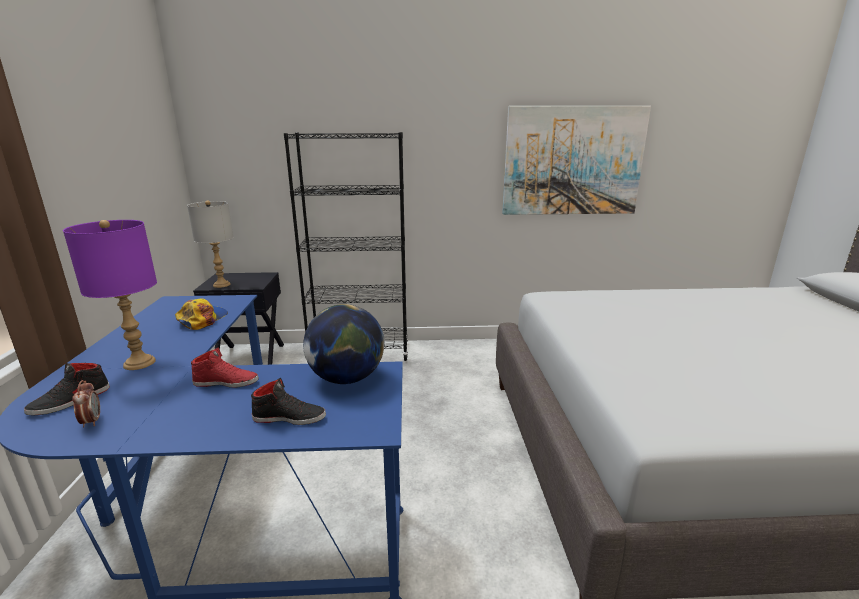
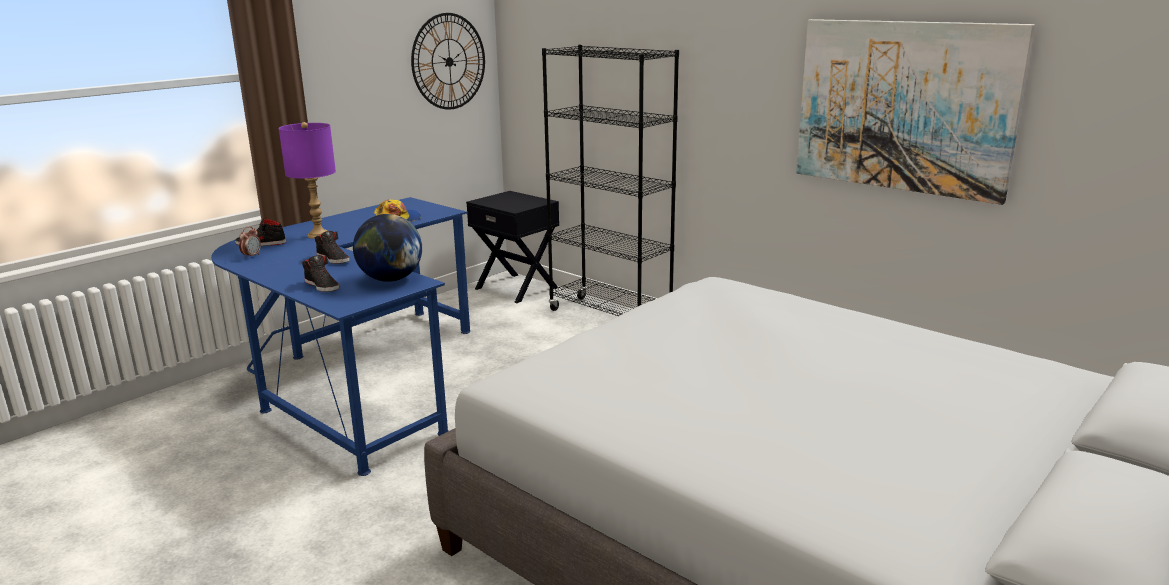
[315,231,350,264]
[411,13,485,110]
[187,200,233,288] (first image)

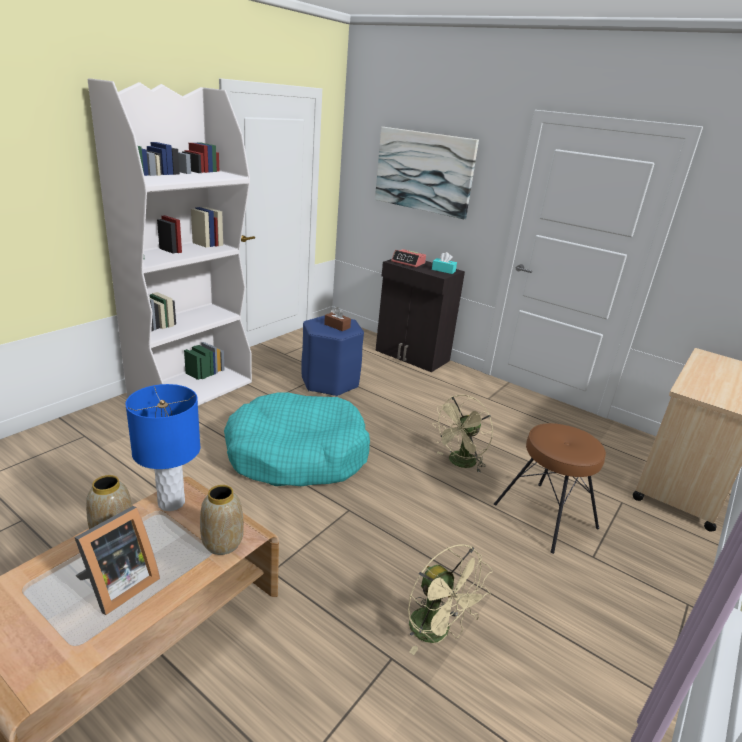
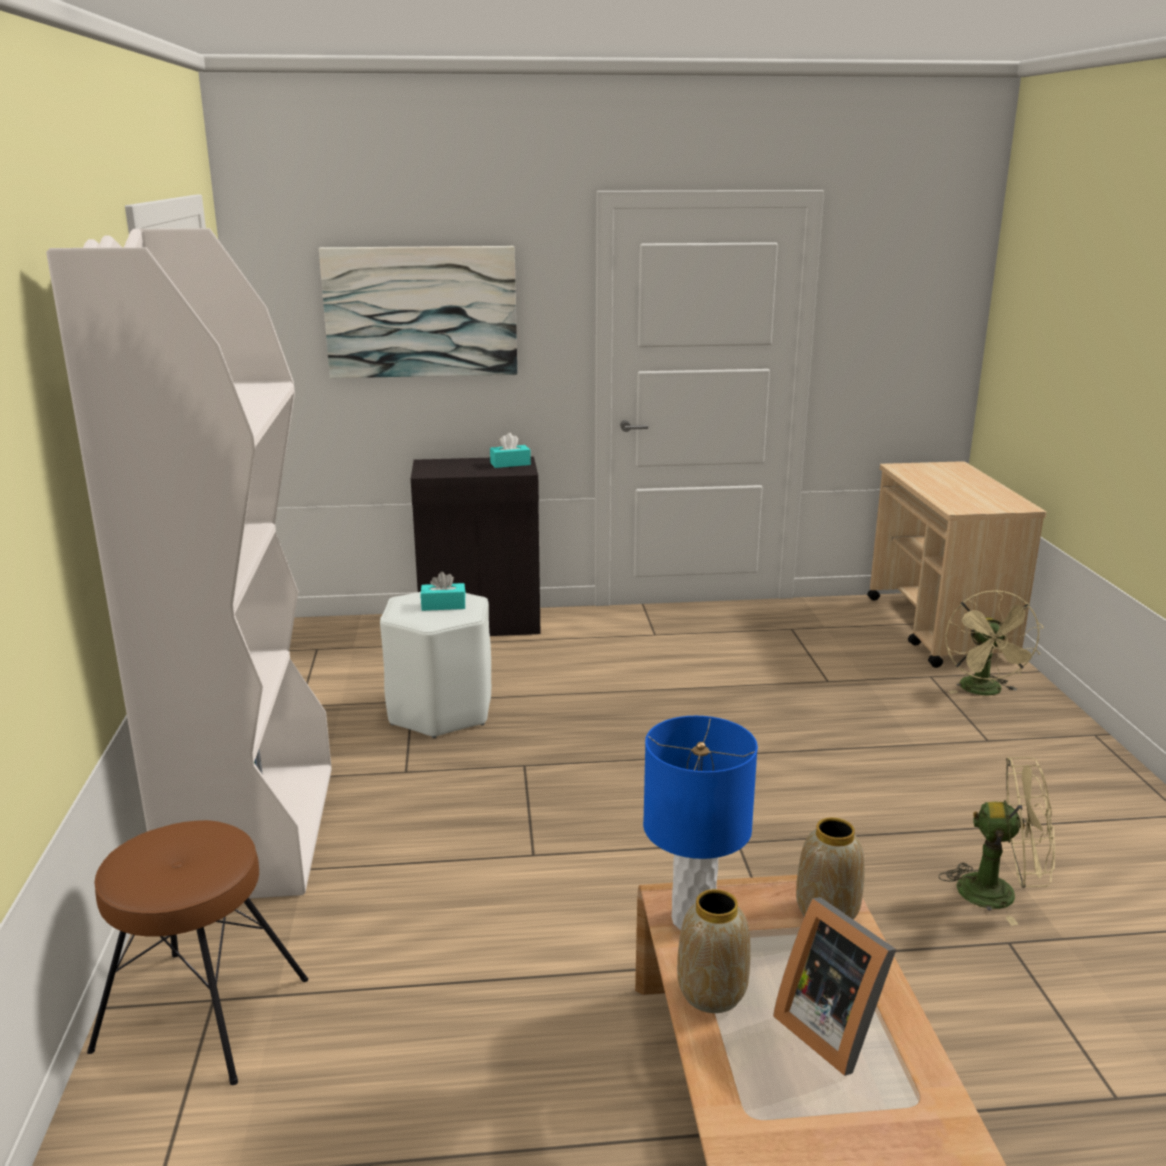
[87,820,308,1085]
[380,592,491,738]
[420,572,466,611]
[773,897,896,1076]
[945,590,1044,695]
[224,392,370,486] (first image)
[391,249,426,267] (first image)

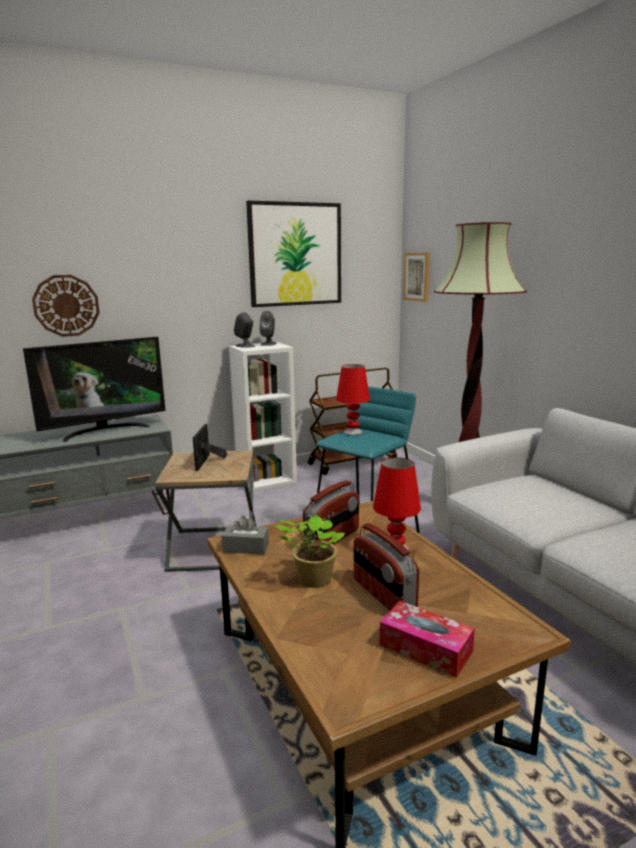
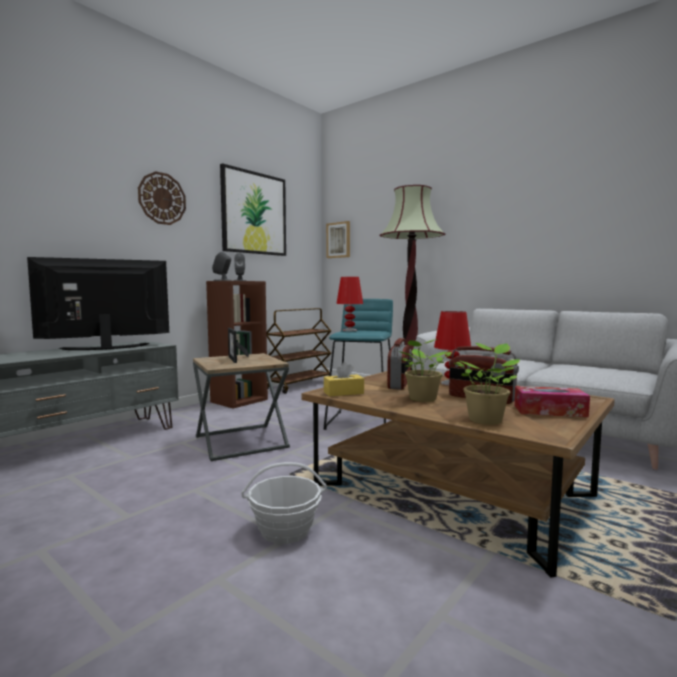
[27,257,169,350]
[138,171,186,225]
[206,281,268,408]
[241,462,327,544]
[324,362,364,396]
[454,343,520,425]

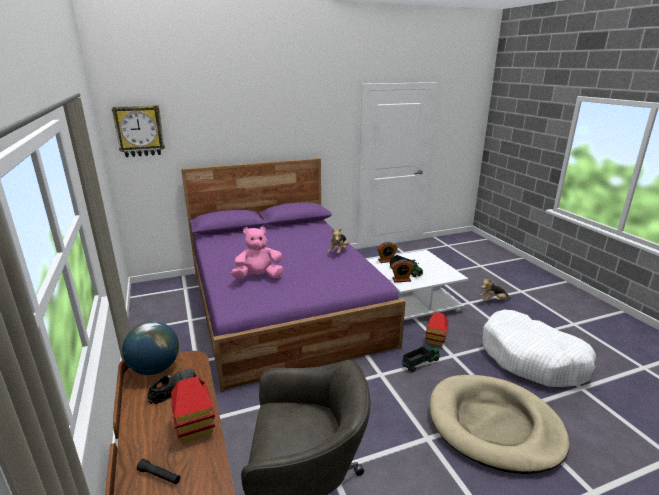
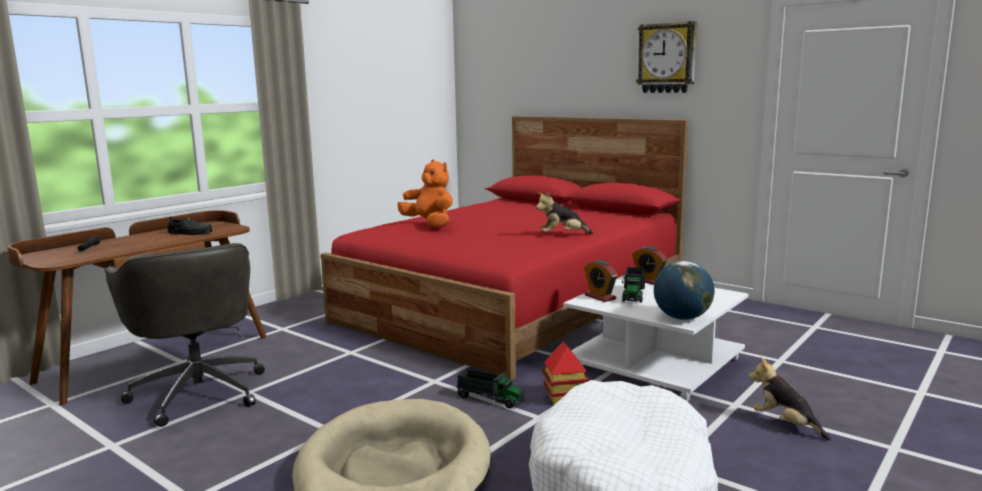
[321,116,688,380]
[397,159,453,227]
[636,21,697,93]
[654,261,715,320]
[171,376,215,443] (first image)

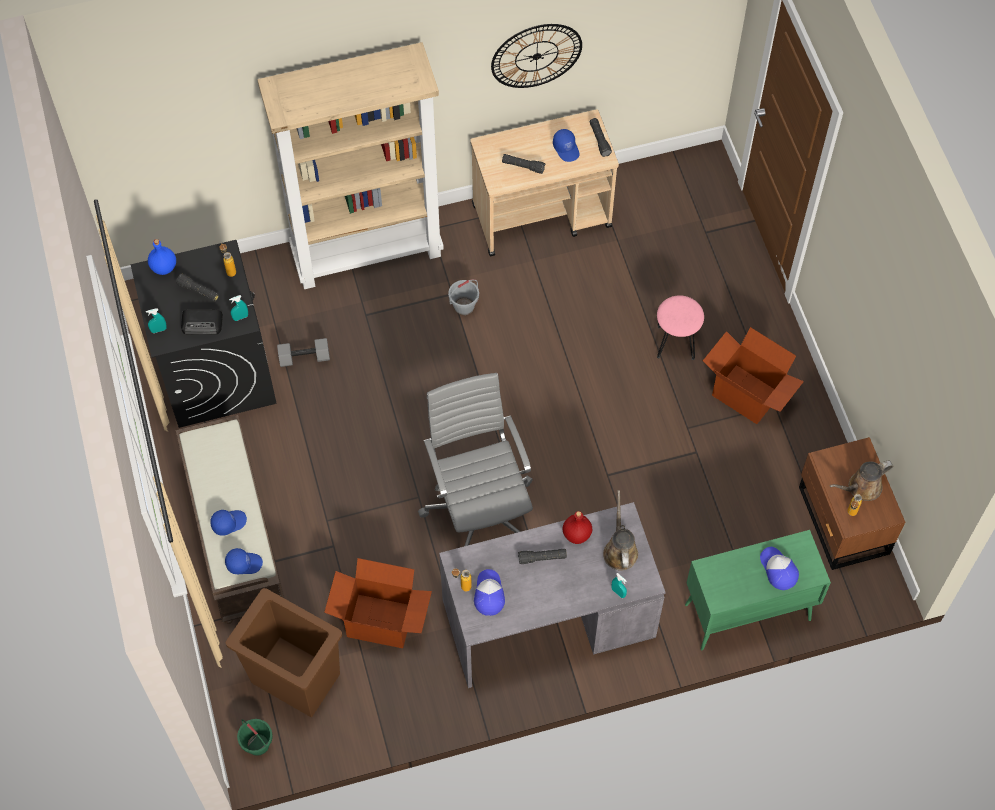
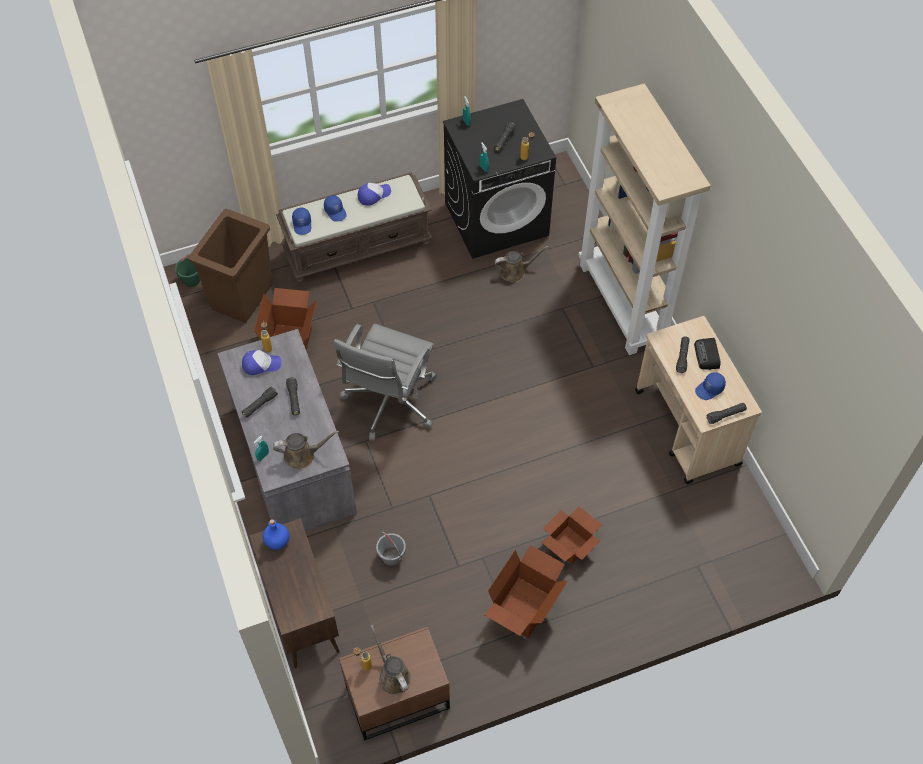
[242,387,278,418]
[250,518,340,668]
[263,519,290,550]
[334,324,437,441]
[358,183,391,206]
[376,532,406,566]
[494,246,549,283]
[541,506,602,564]
[694,338,720,370]
[491,24,582,88] (first image)
[562,511,592,544] (first image)

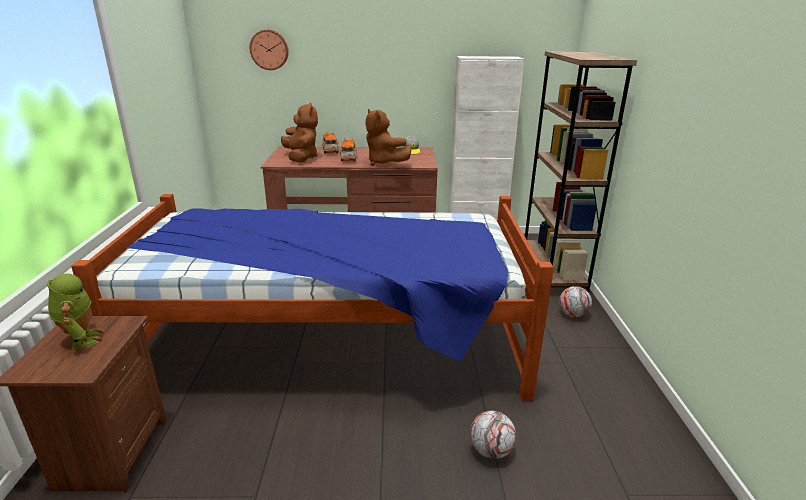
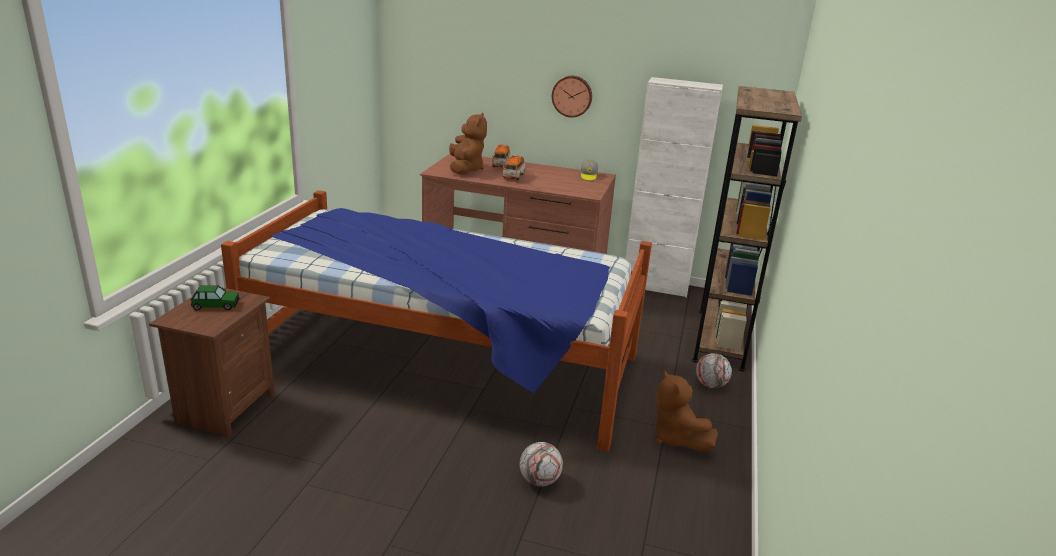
[191,286,239,310]
[552,76,592,118]
[656,371,718,452]

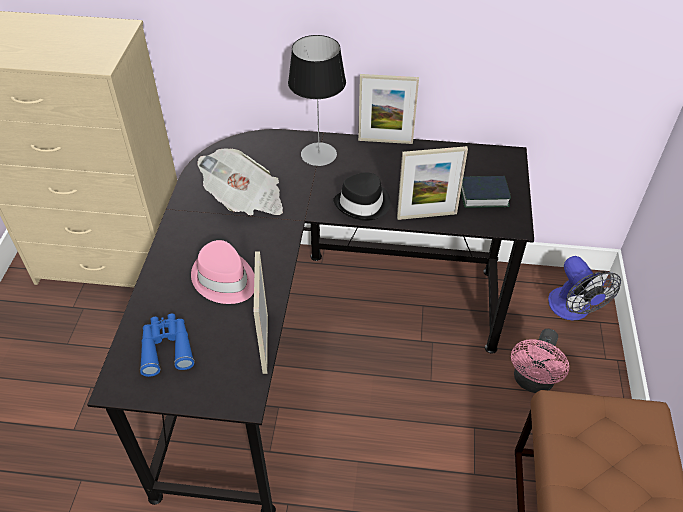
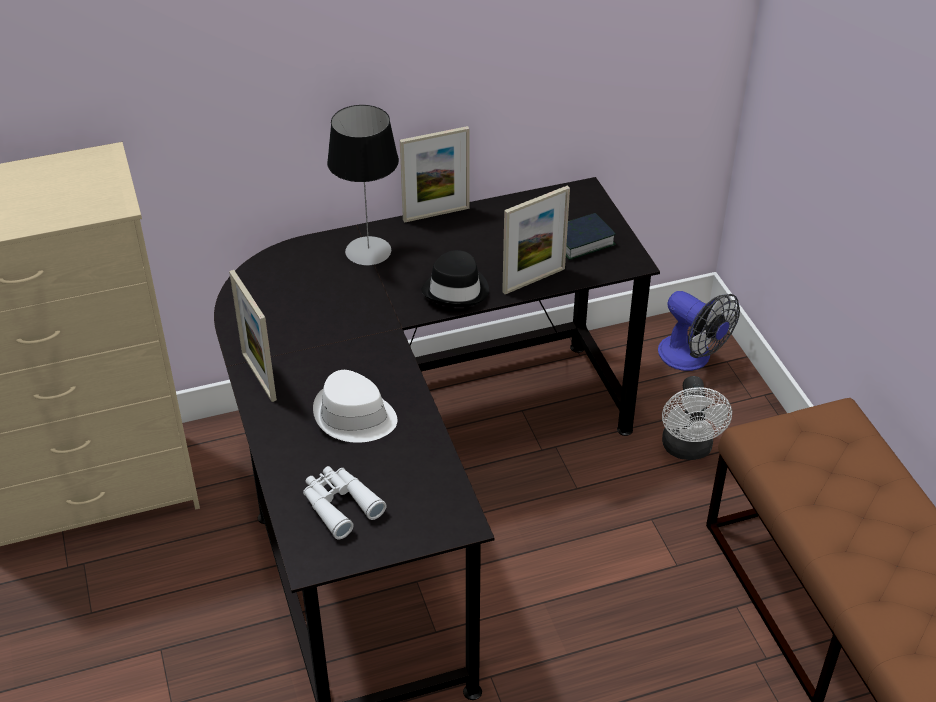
[229,270,277,402]
[303,466,387,539]
[313,370,397,443]
[662,376,732,460]
[197,148,283,215] (first image)

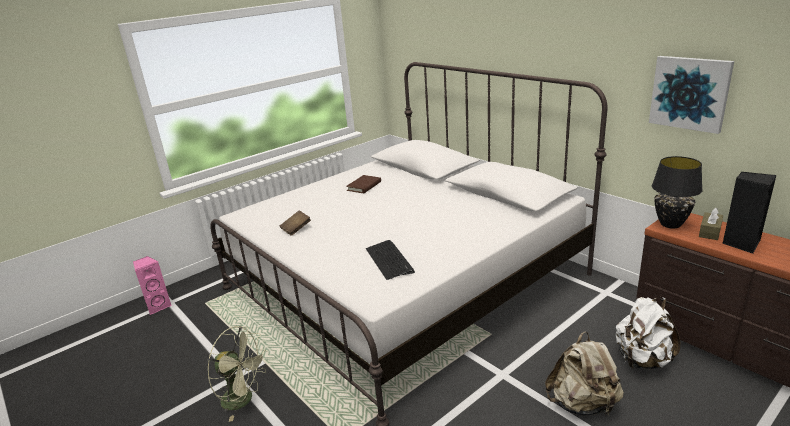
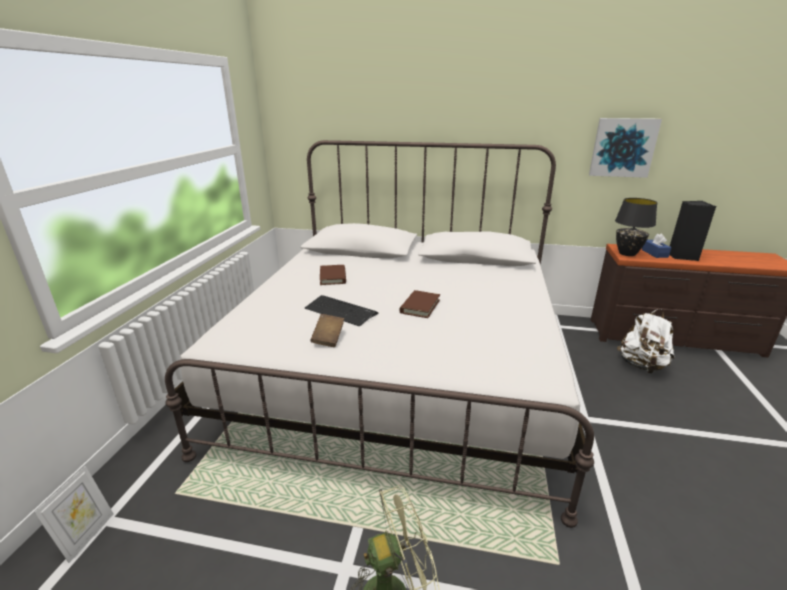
[34,466,114,563]
[305,295,378,326]
[399,290,440,318]
[642,234,672,258]
[545,331,624,416] (first image)

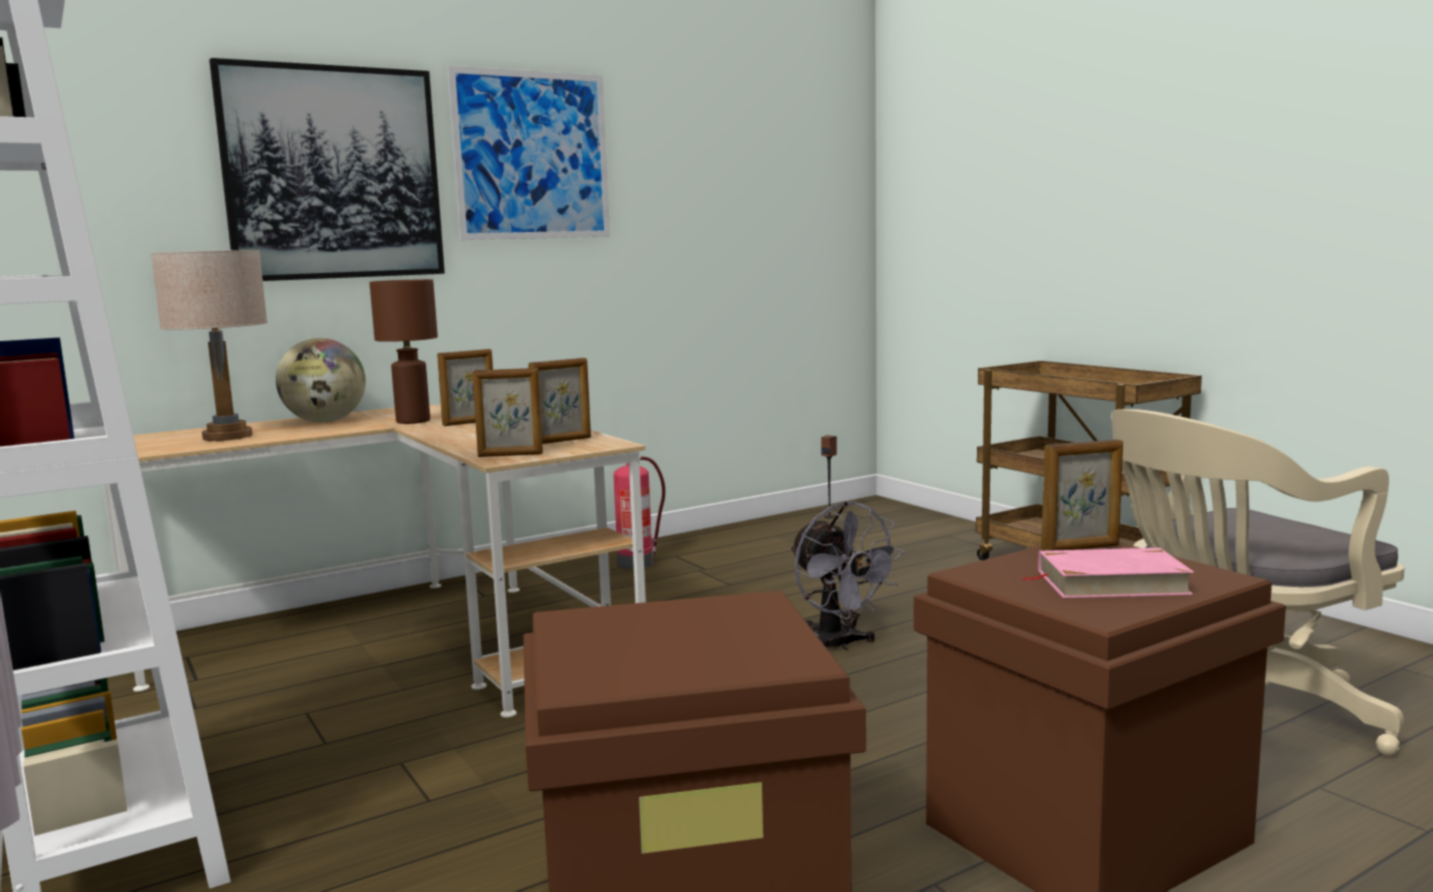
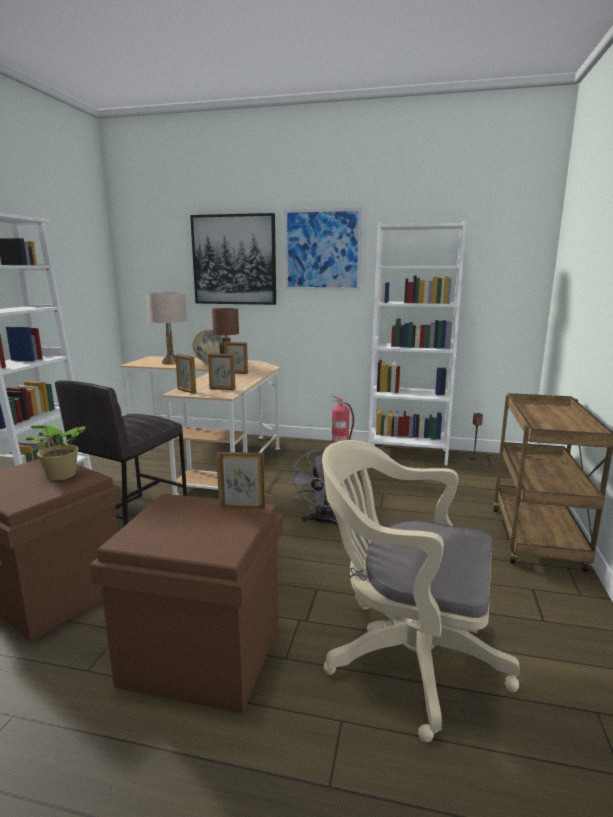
[24,419,86,481]
[55,380,187,527]
[216,452,265,513]
[368,221,466,465]
[1022,548,1194,598] (first image)

